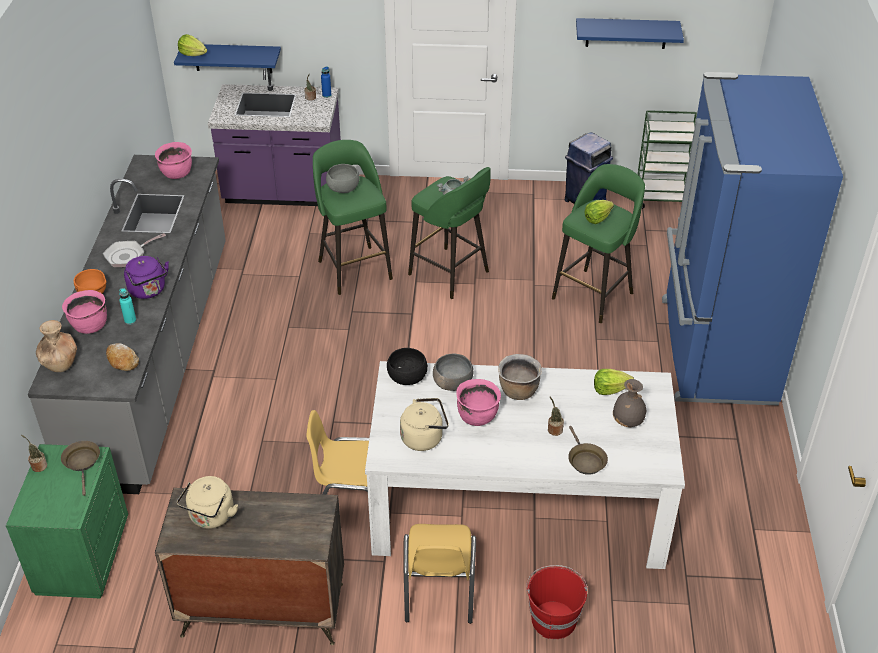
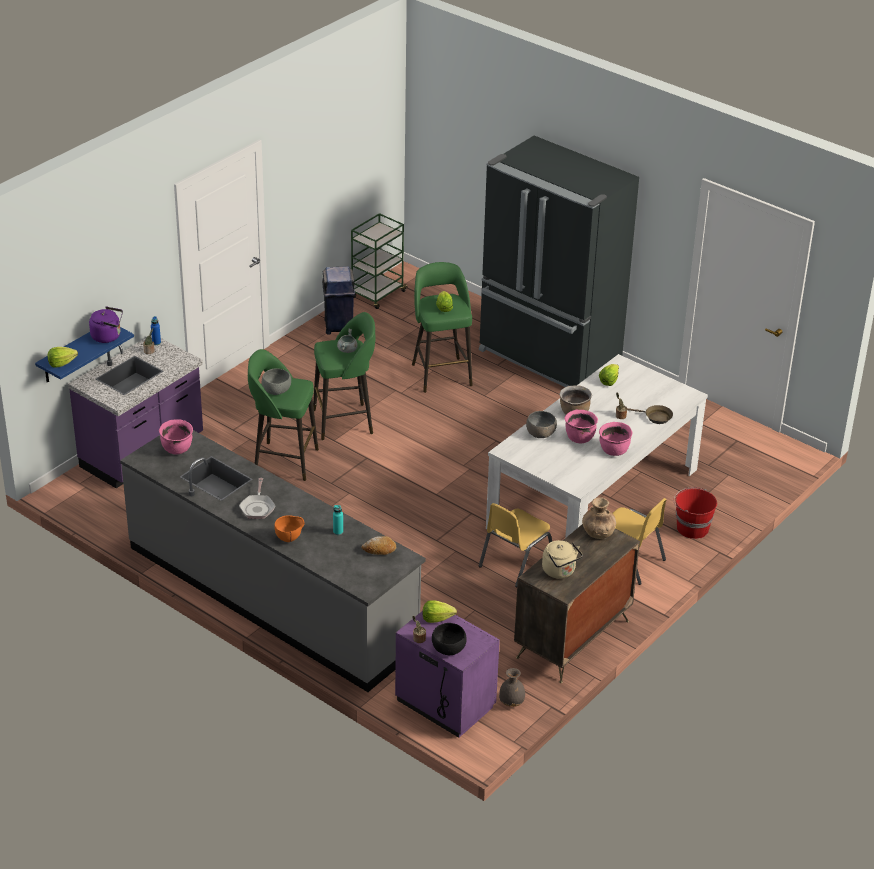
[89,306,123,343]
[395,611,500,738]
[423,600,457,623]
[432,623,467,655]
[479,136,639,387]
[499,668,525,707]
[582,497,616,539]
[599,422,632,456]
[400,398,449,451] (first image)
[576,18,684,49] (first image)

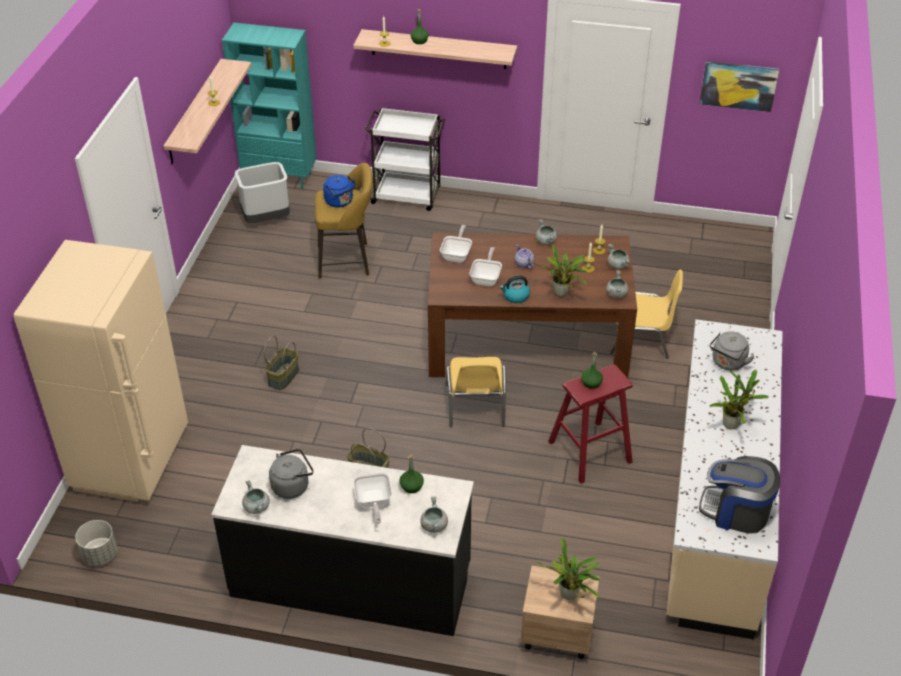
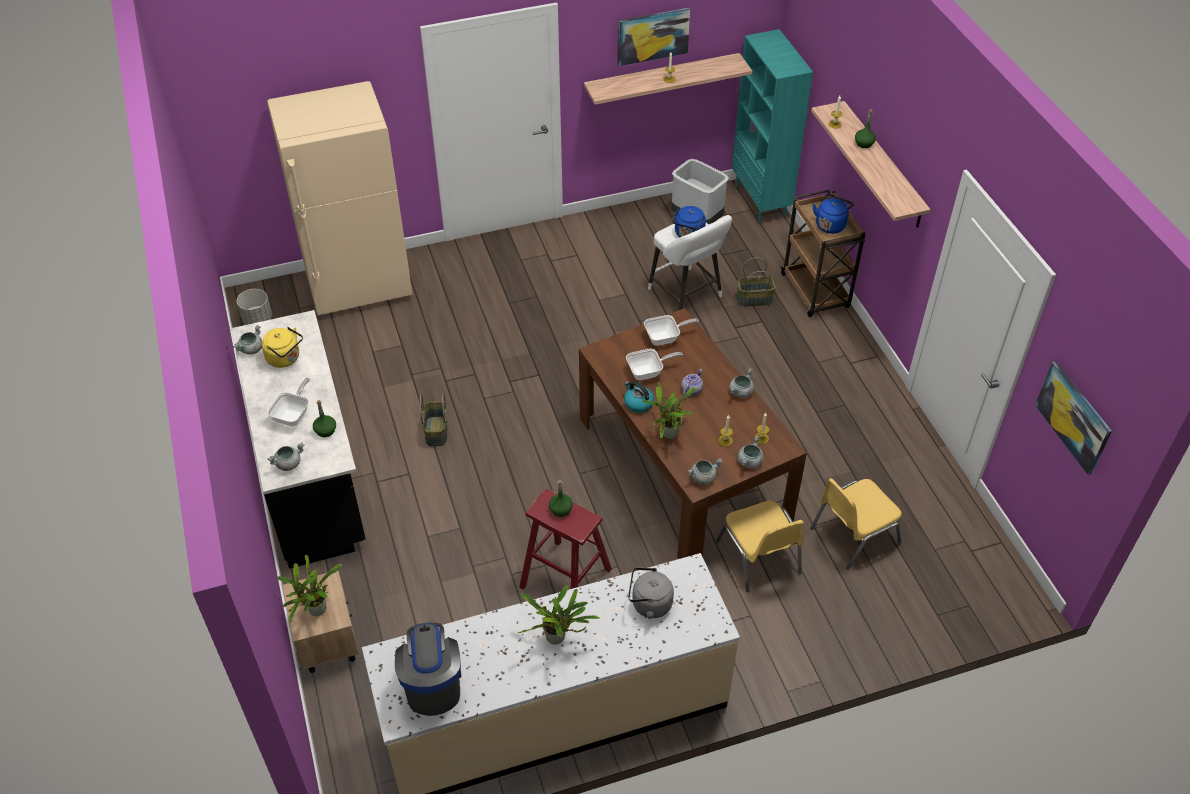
[262,327,303,368]
[267,378,310,427]
[617,8,690,66]
[648,215,732,310]
[736,257,776,306]
[781,190,866,317]
[810,478,902,570]
[812,194,854,234]

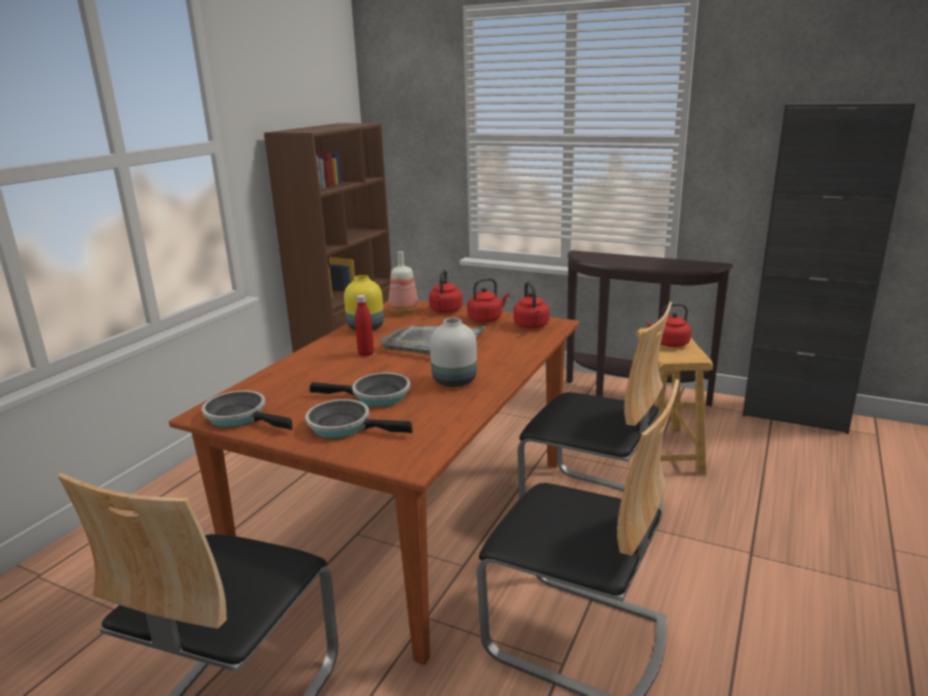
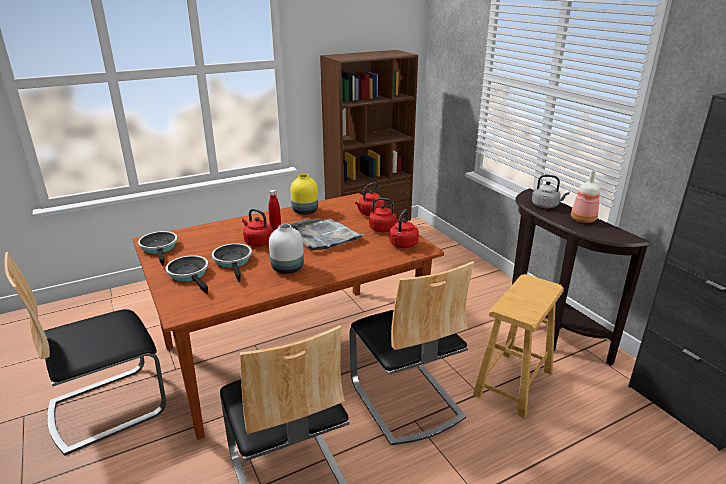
[212,243,252,282]
[242,209,273,247]
[532,175,570,208]
[571,170,600,223]

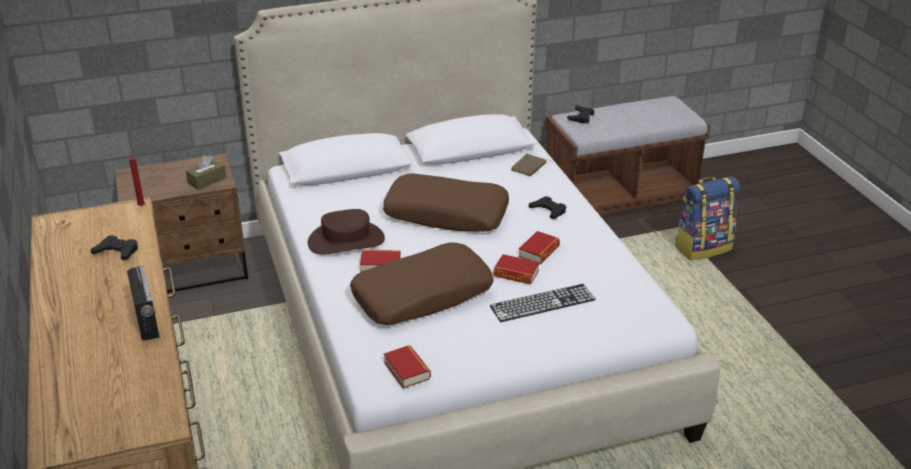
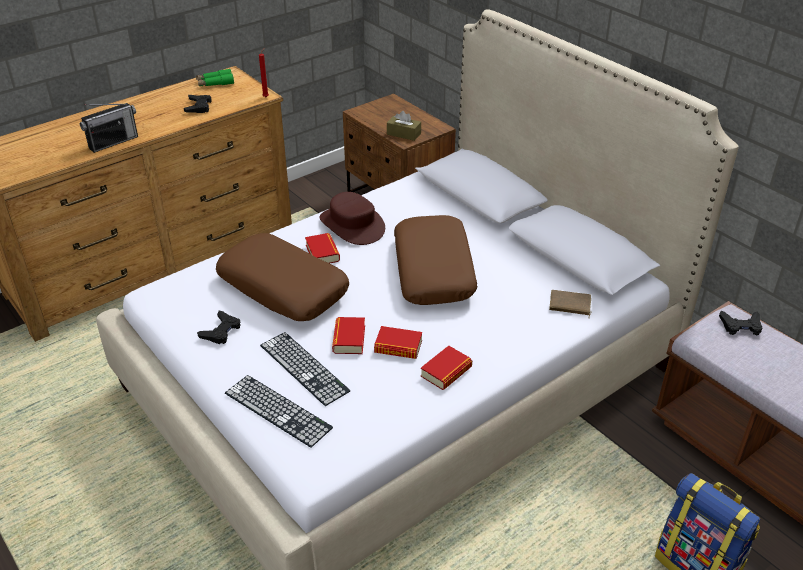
[196,69,234,86]
[197,311,240,344]
[225,375,333,448]
[420,346,472,390]

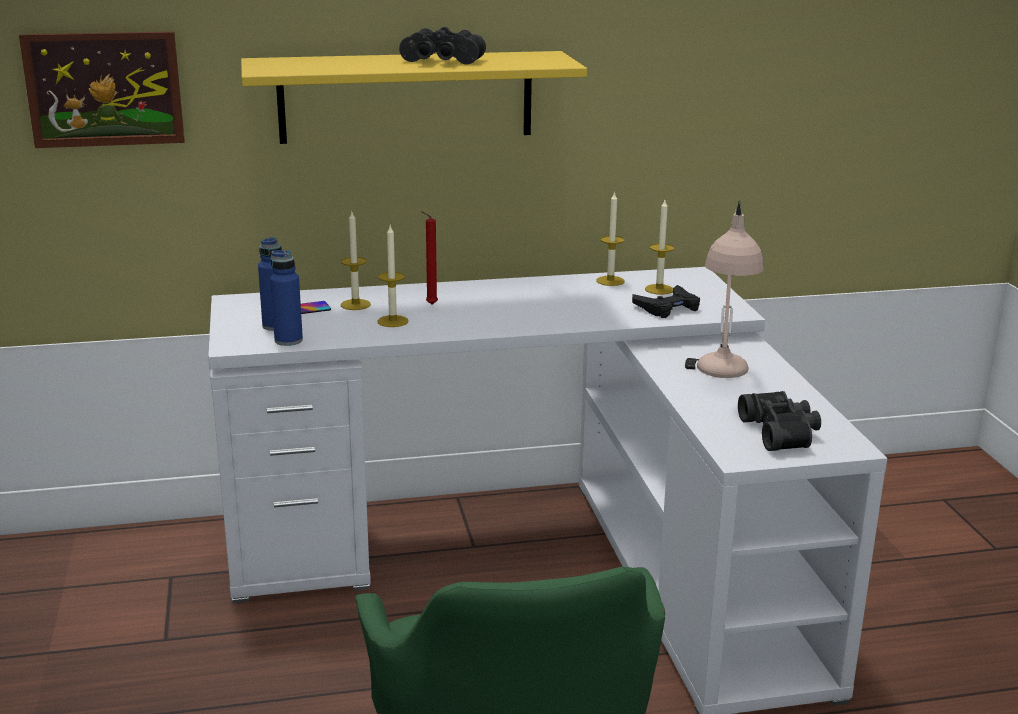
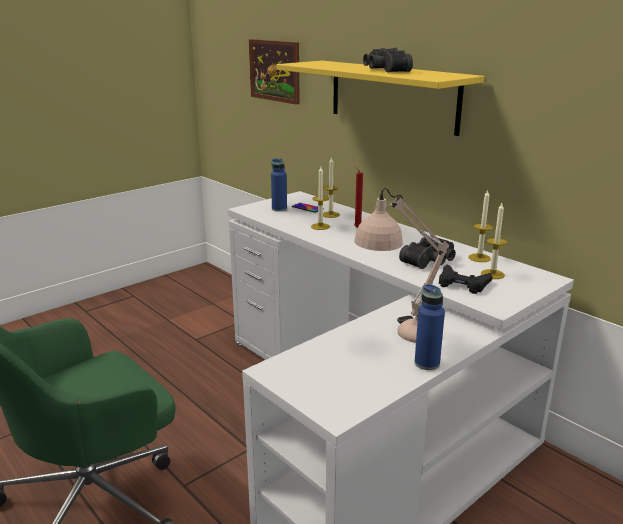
[399,235,456,269]
[414,284,445,370]

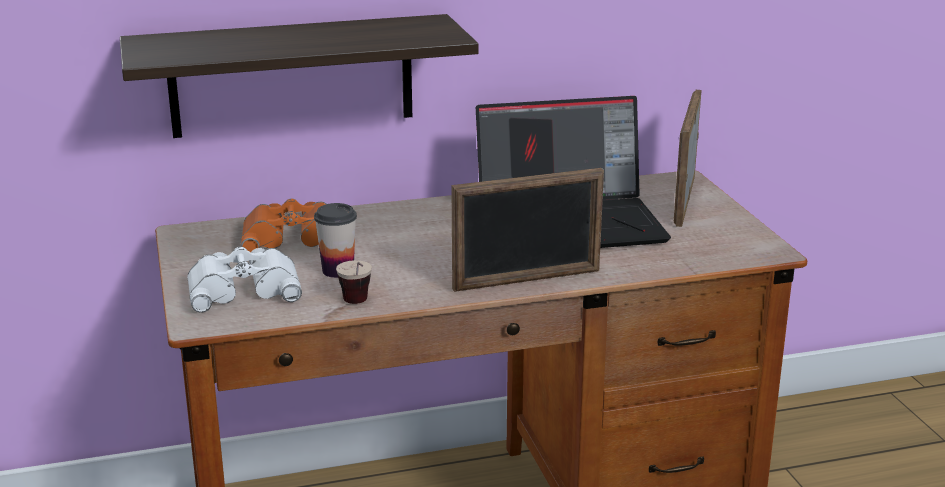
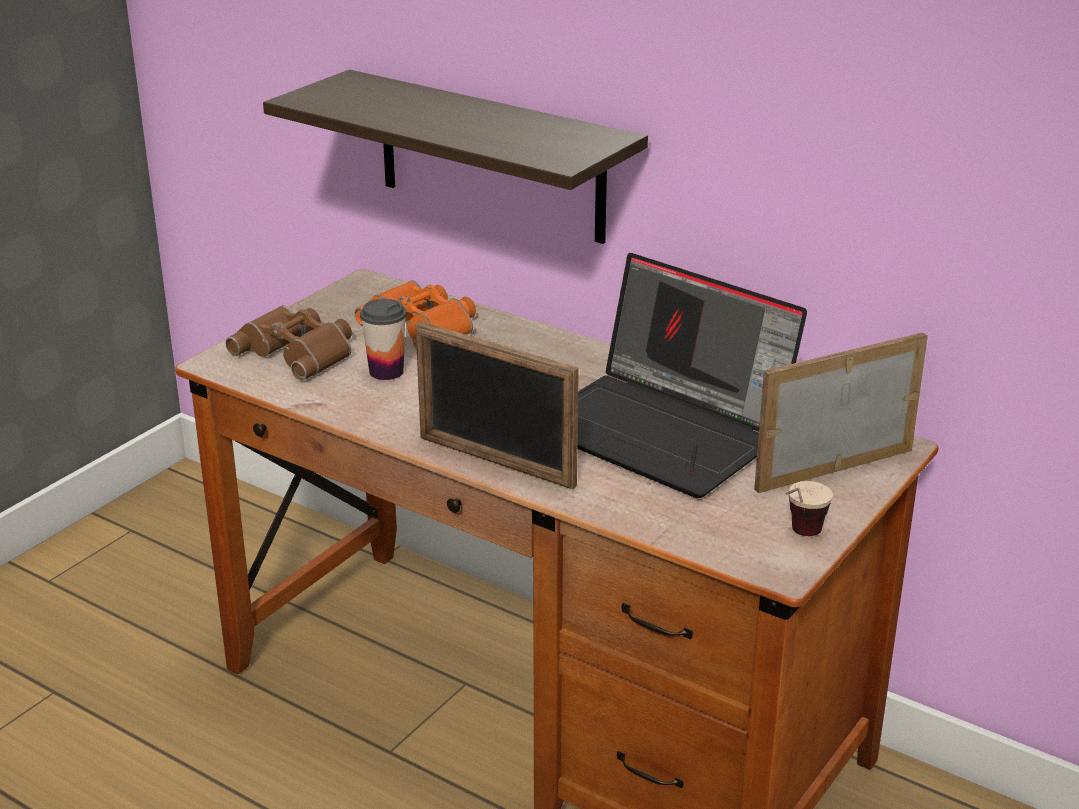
[225,305,352,381]
[786,481,833,536]

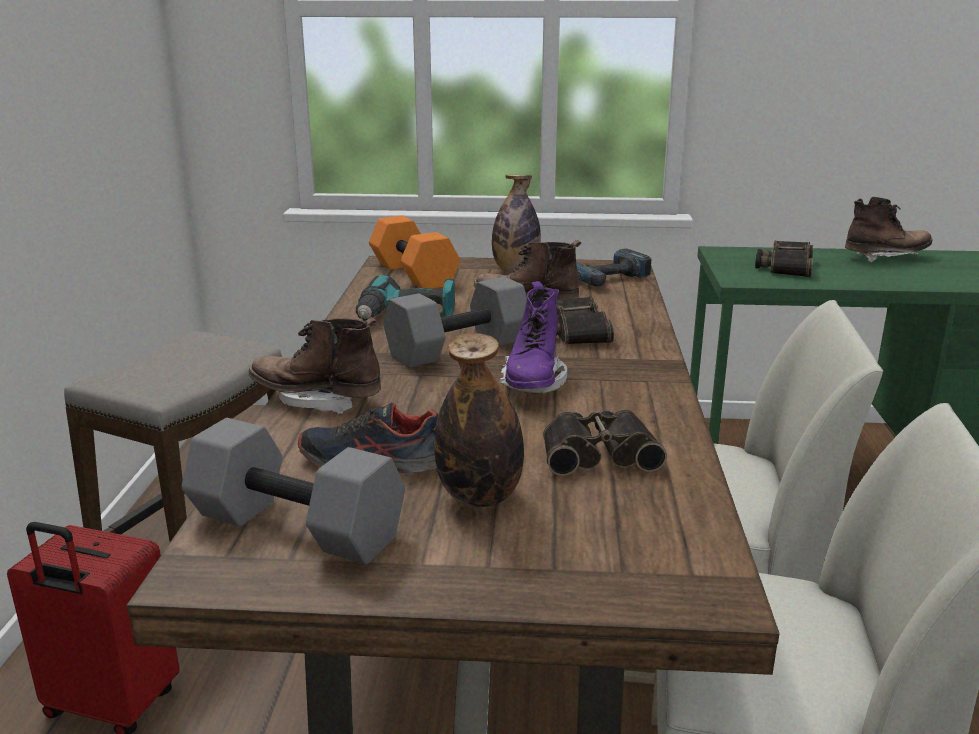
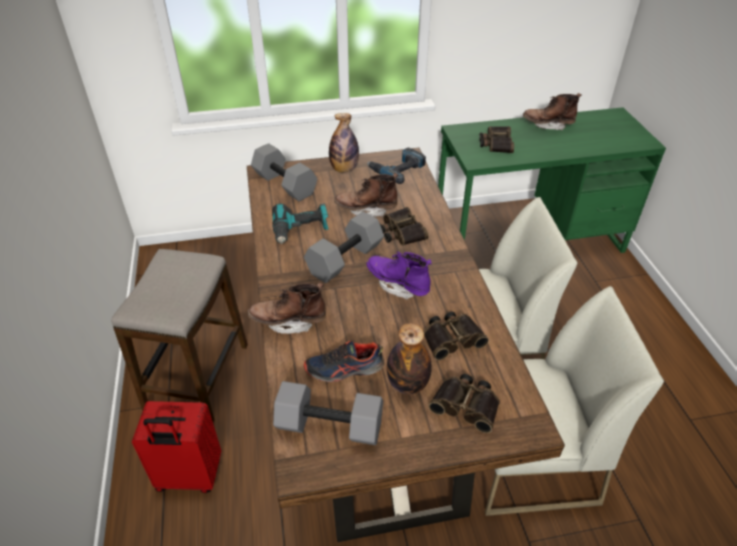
[251,143,317,201]
[366,251,432,300]
[429,374,500,433]
[523,93,582,130]

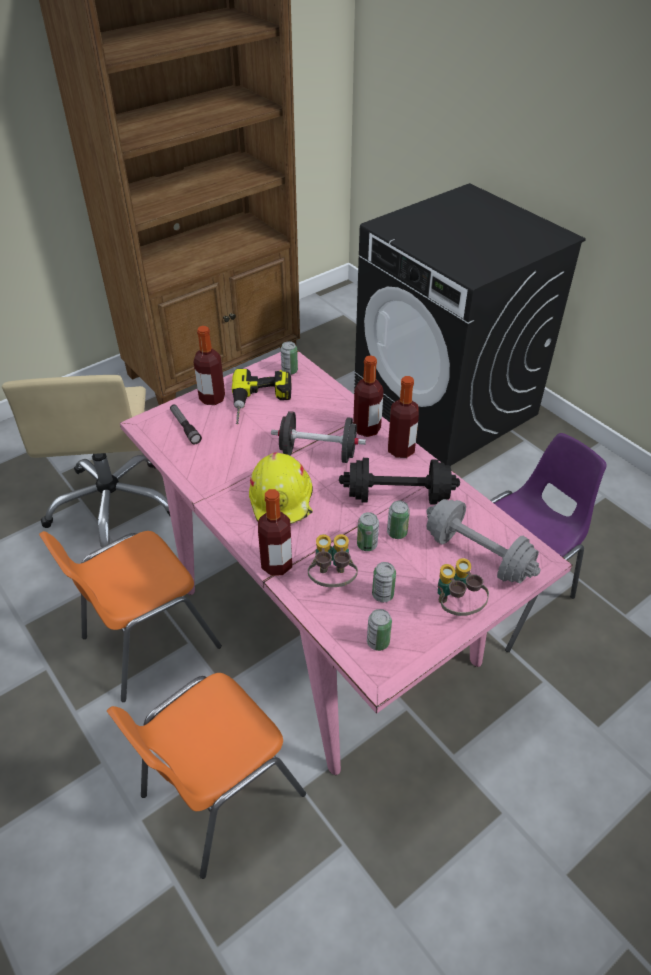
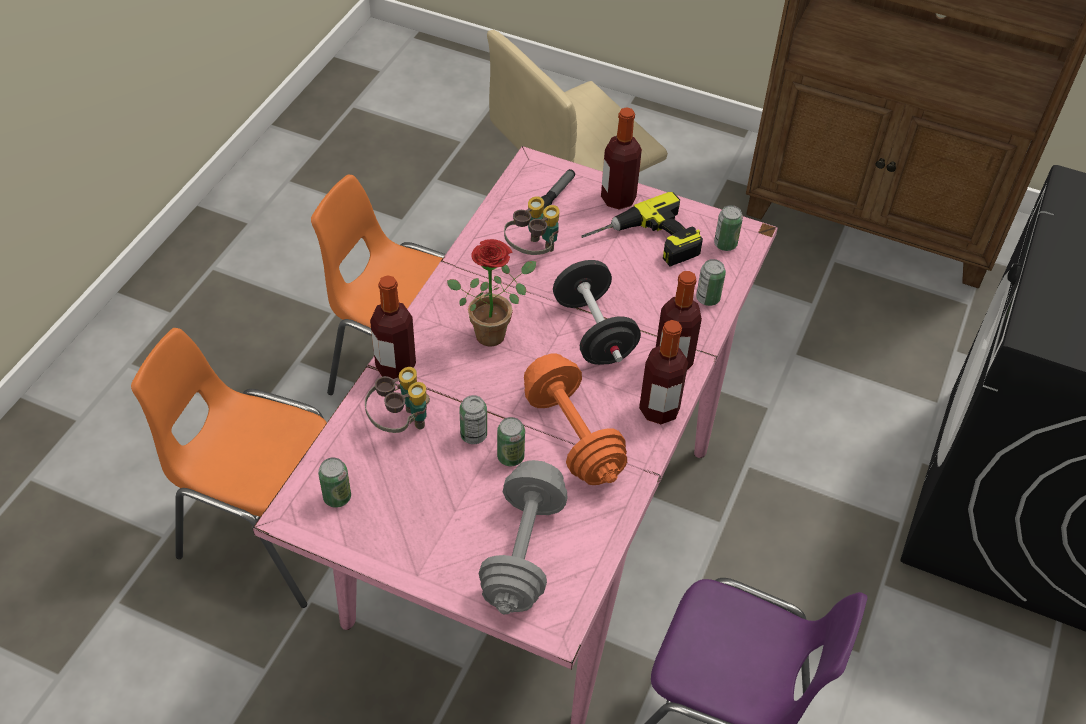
[447,239,536,347]
[504,196,560,255]
[524,354,627,485]
[696,259,726,306]

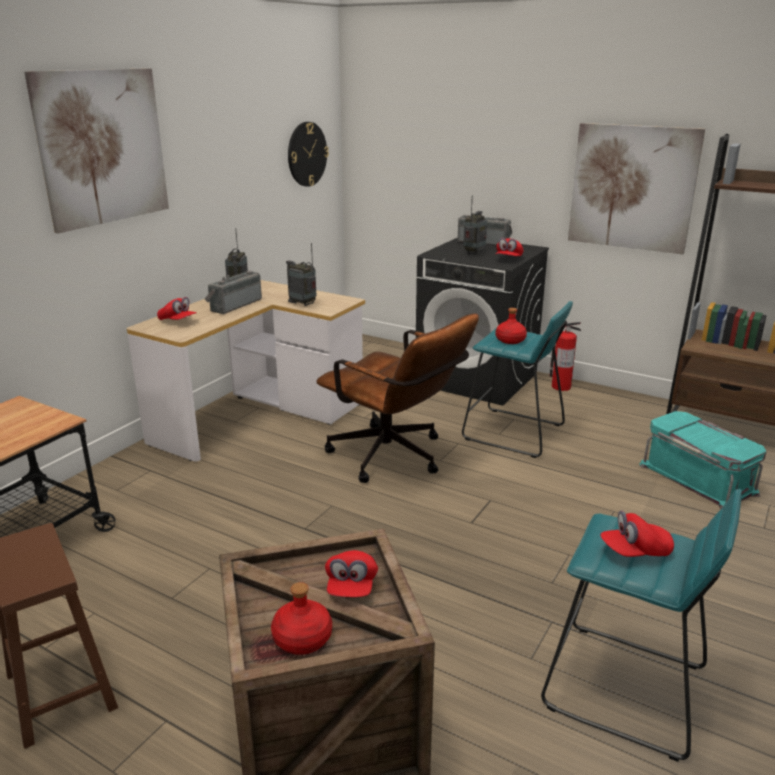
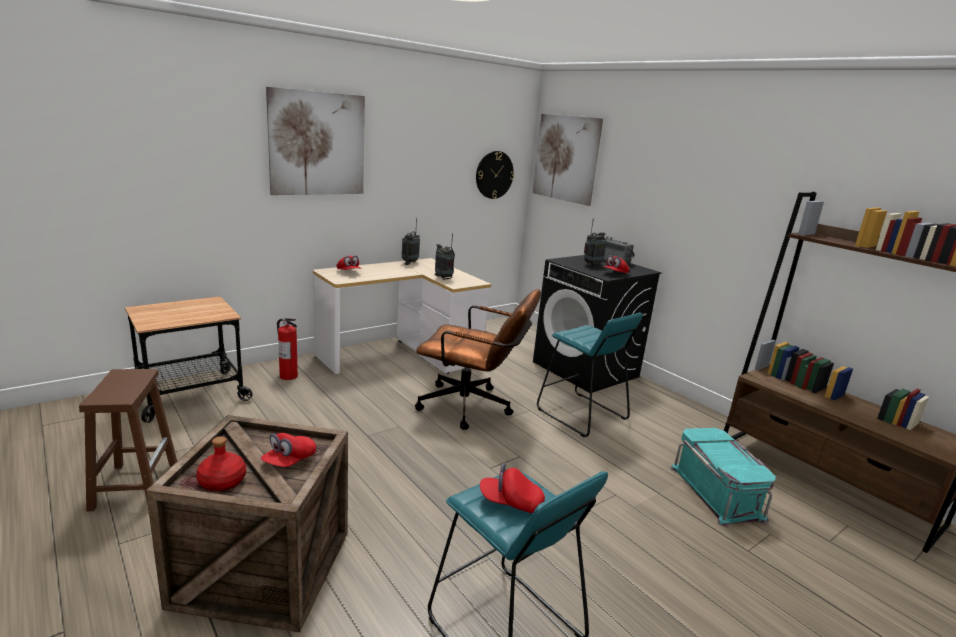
[277,318,298,380]
[415,289,541,430]
[533,114,603,206]
[205,271,262,314] (first image)
[495,308,527,344] (first image)

